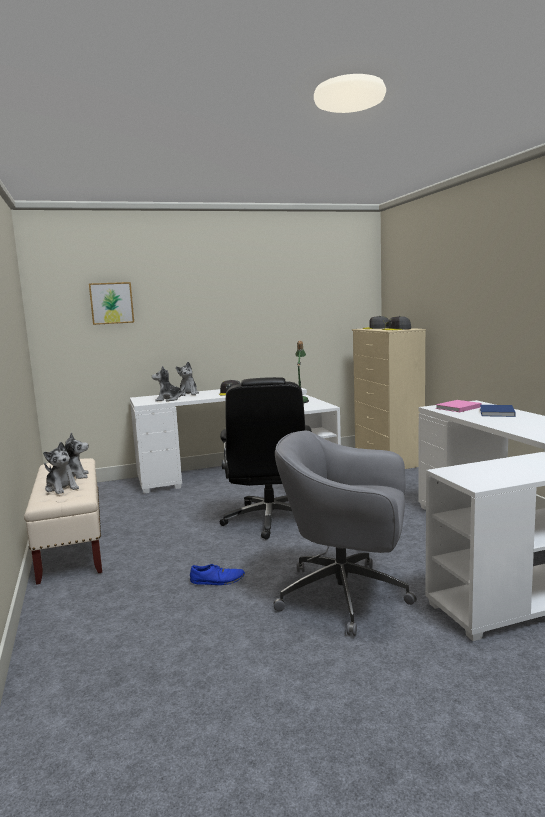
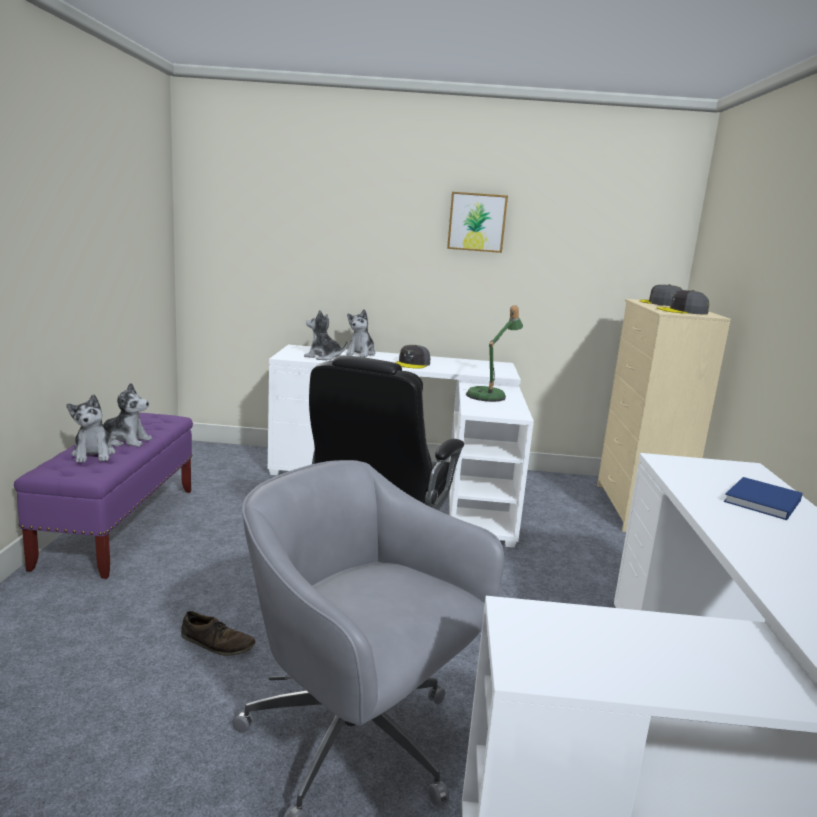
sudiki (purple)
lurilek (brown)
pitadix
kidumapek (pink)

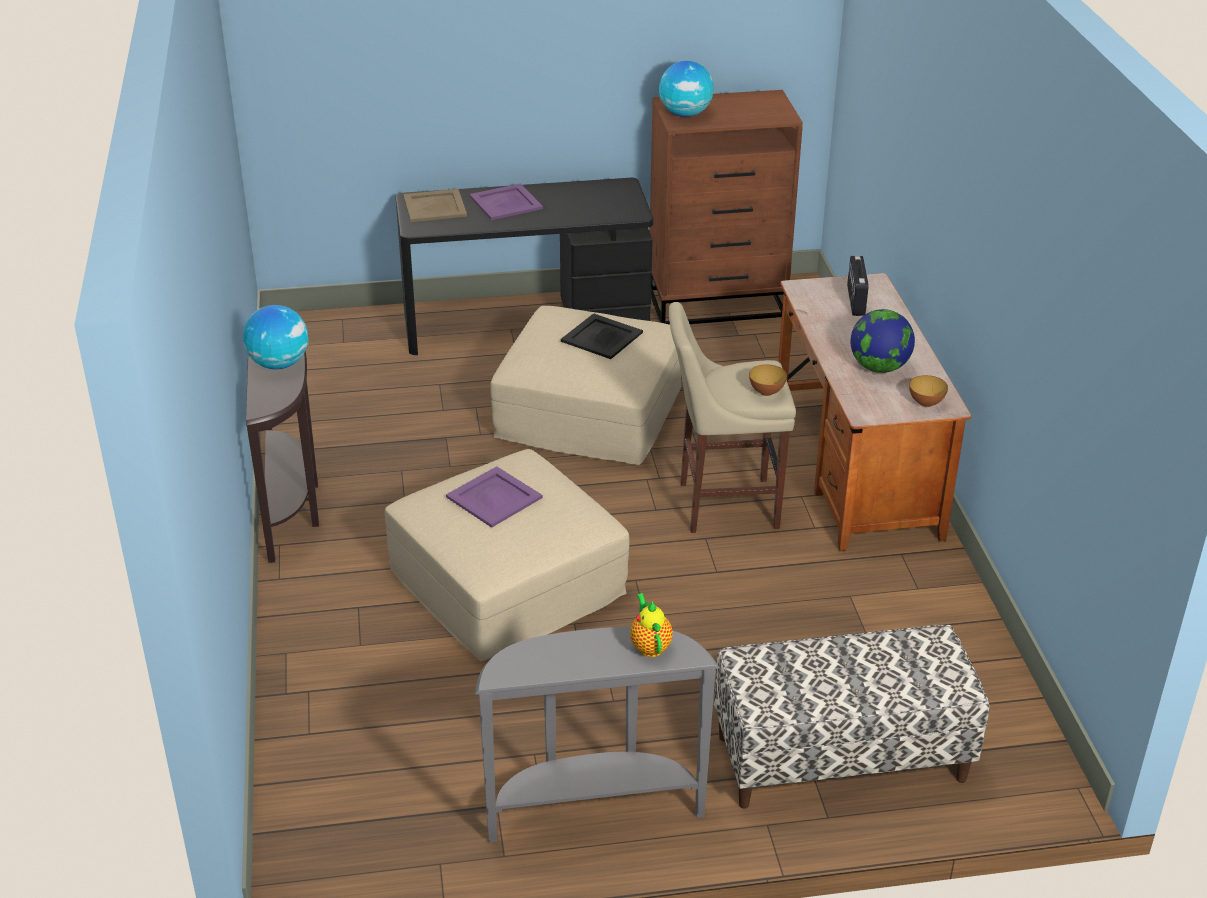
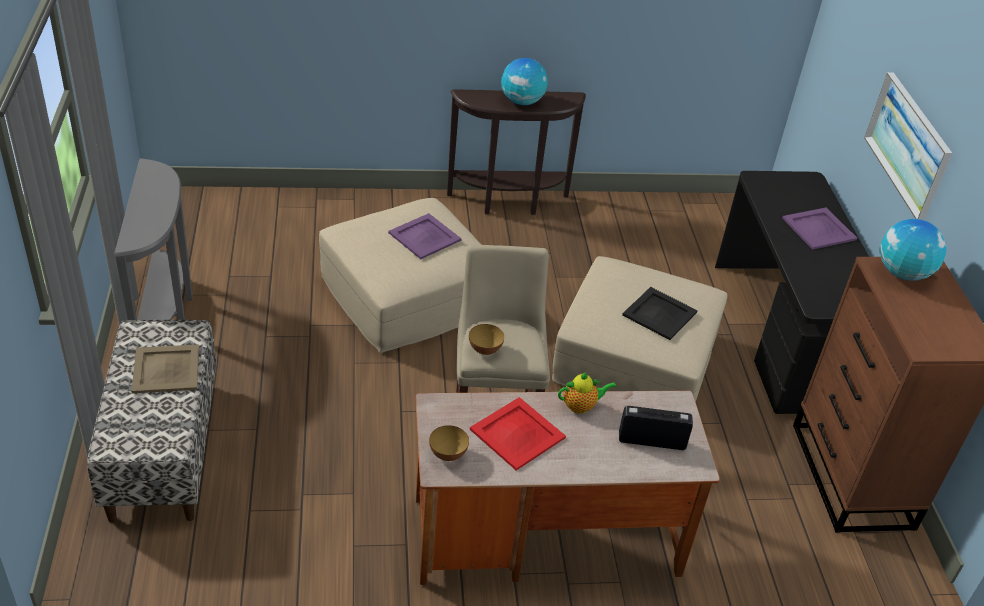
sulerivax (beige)
sulerivax (red)
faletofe
pitadix

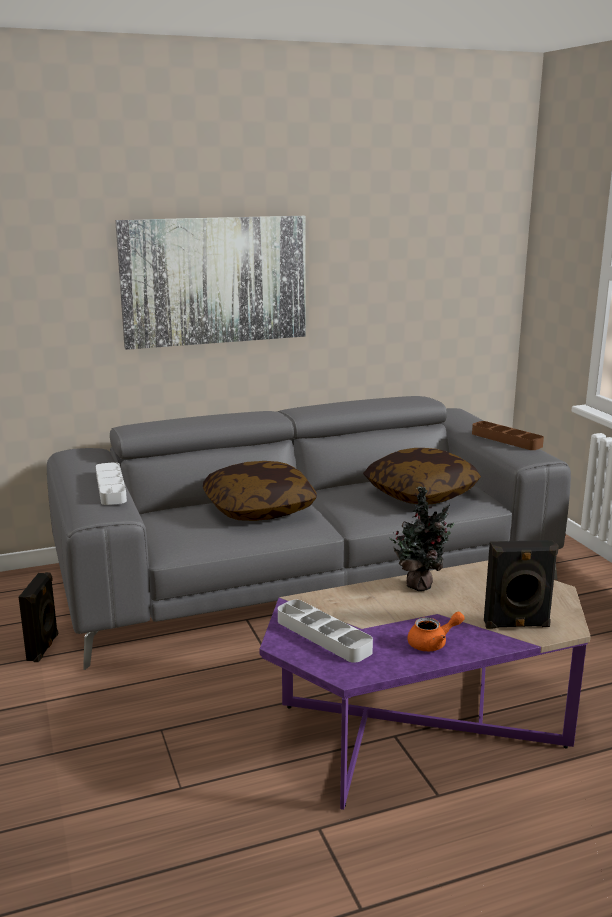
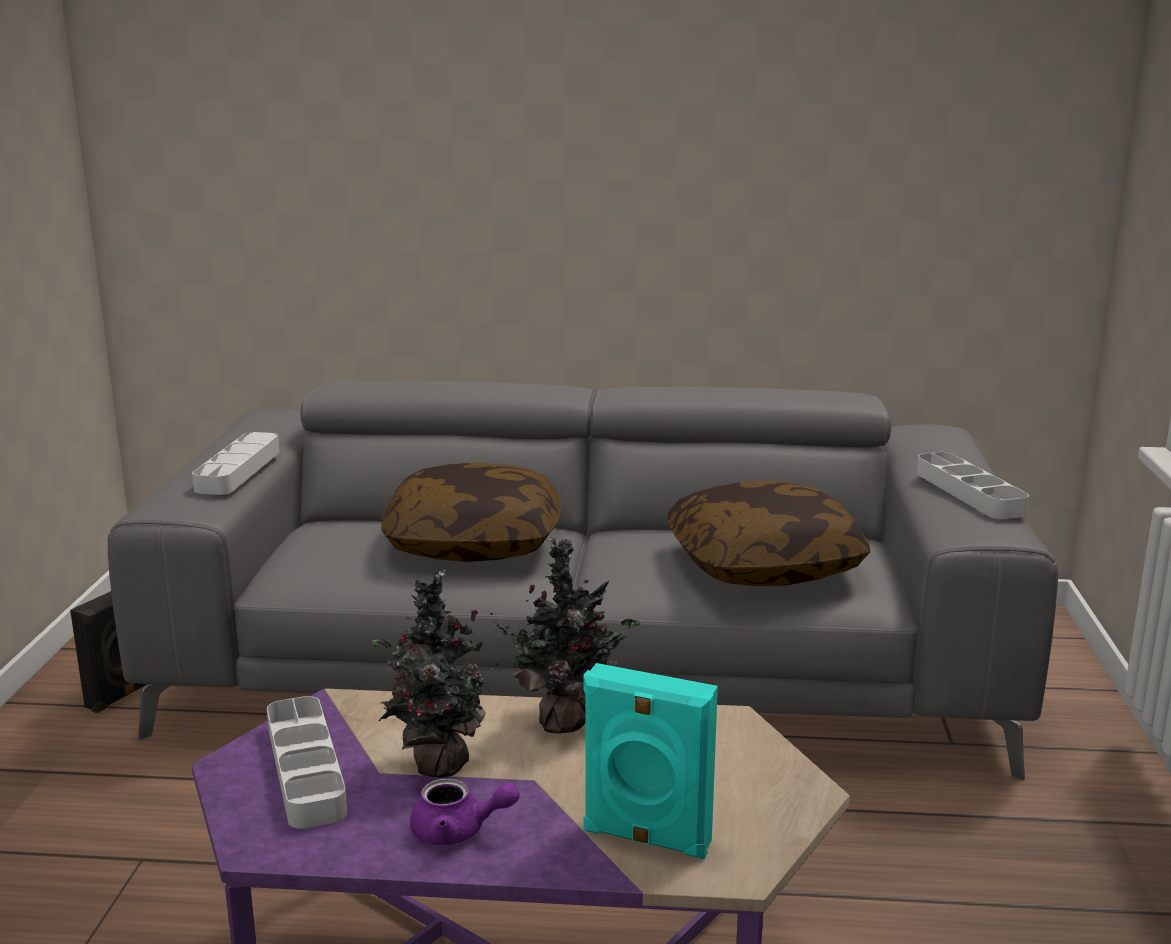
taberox (1st from left)
faletofe (purple)
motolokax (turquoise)
sulerivax (grey) (3rd from left)
pitadix

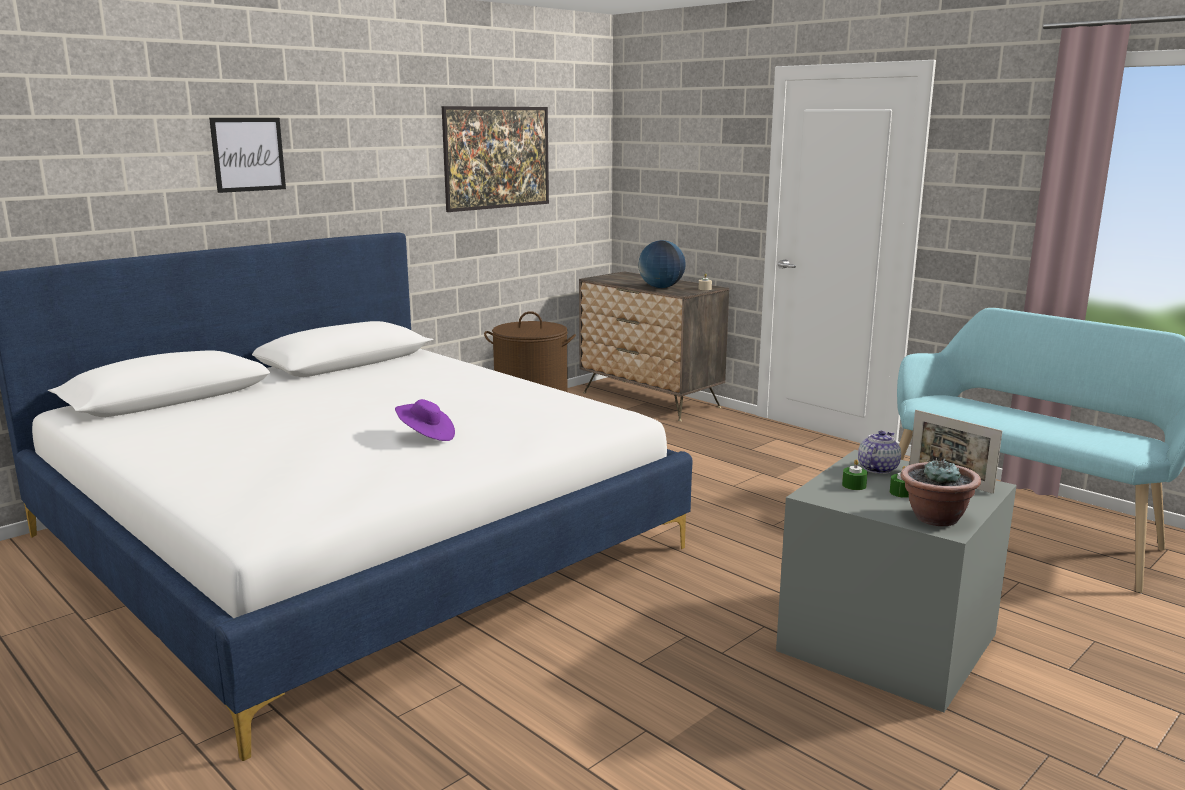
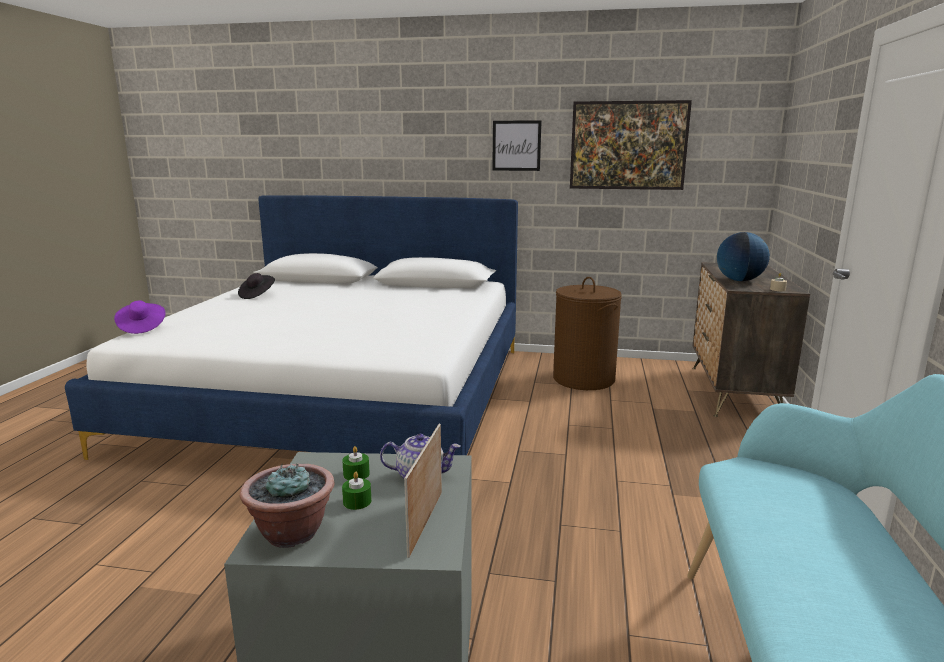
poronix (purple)
poronix (black)
pitadix (1st from left)

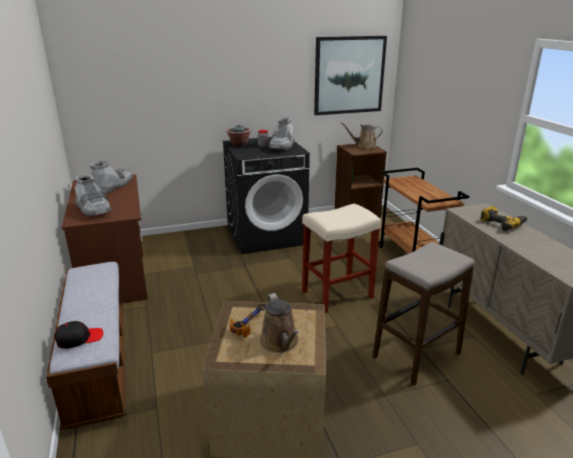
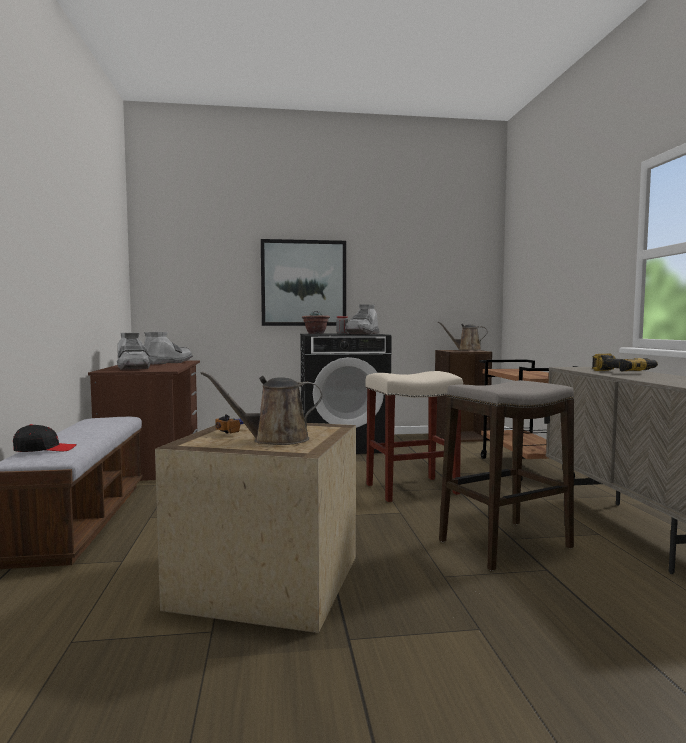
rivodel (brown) (1st from left)
pitadix

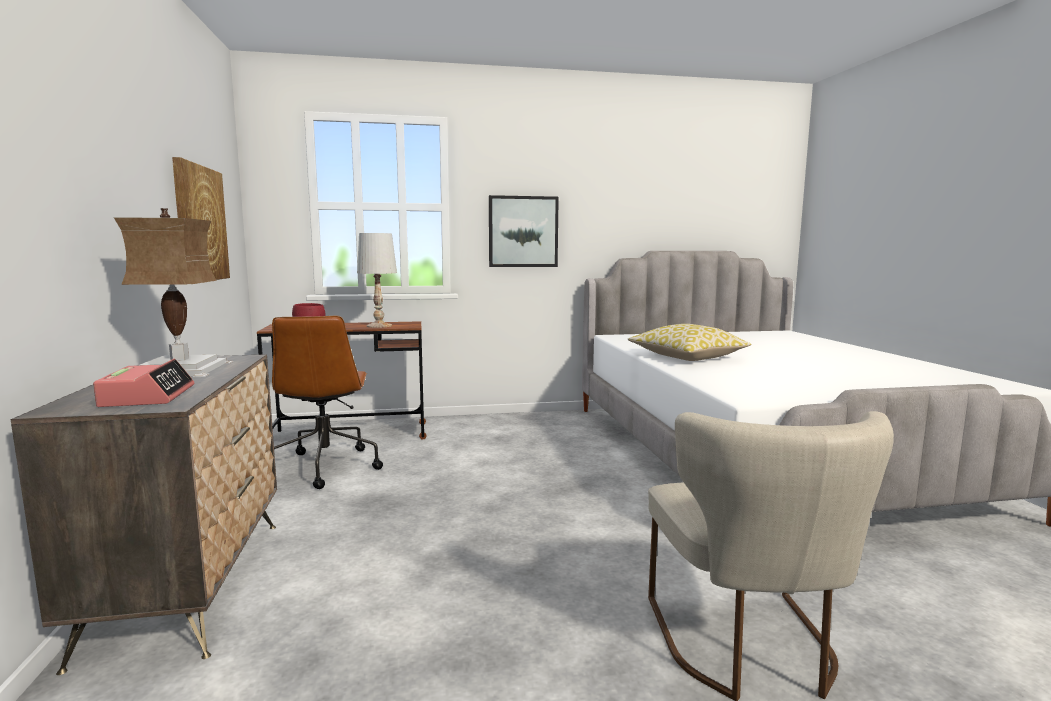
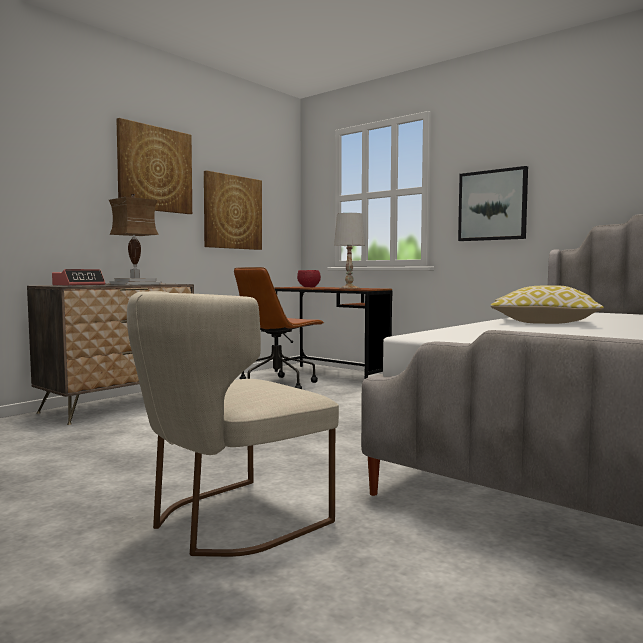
pitadix (1st from left)

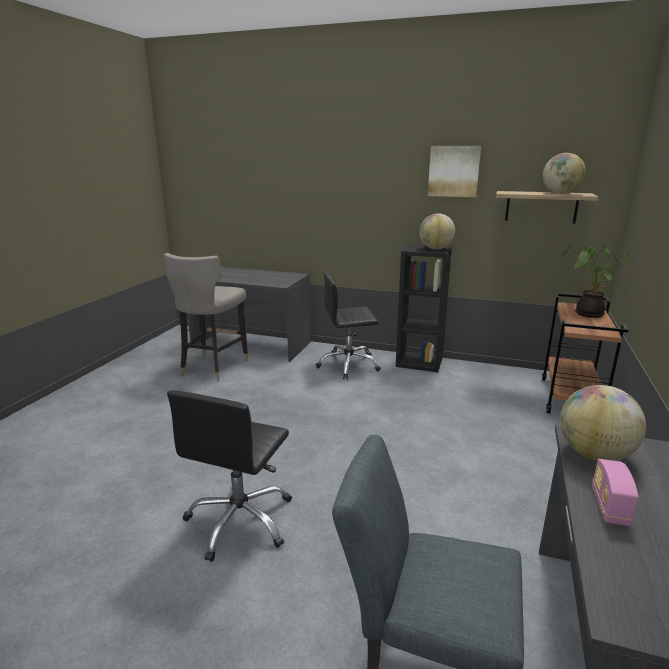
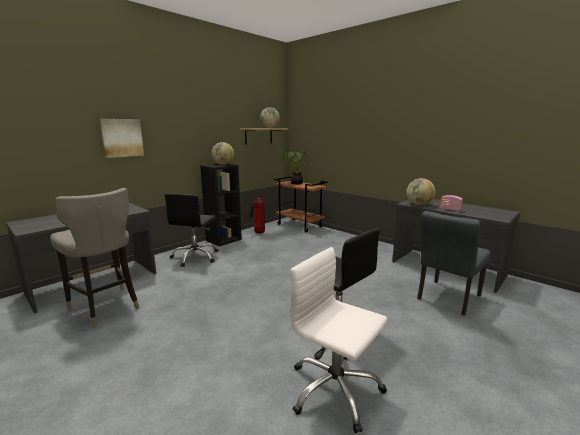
pitadix
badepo
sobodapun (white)

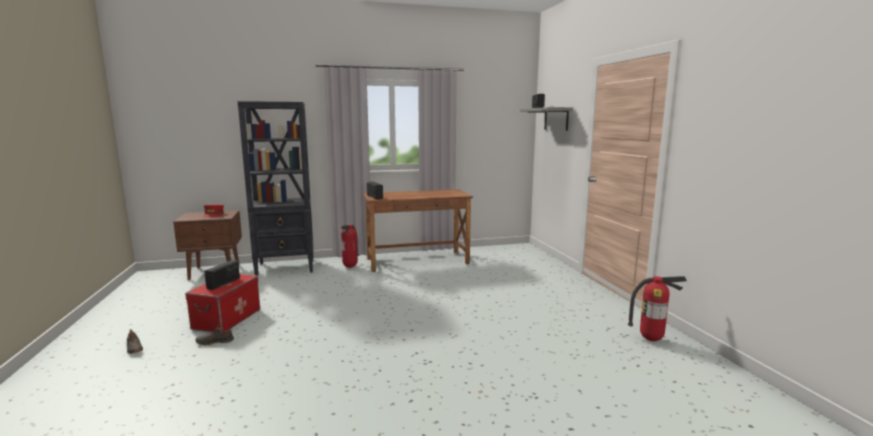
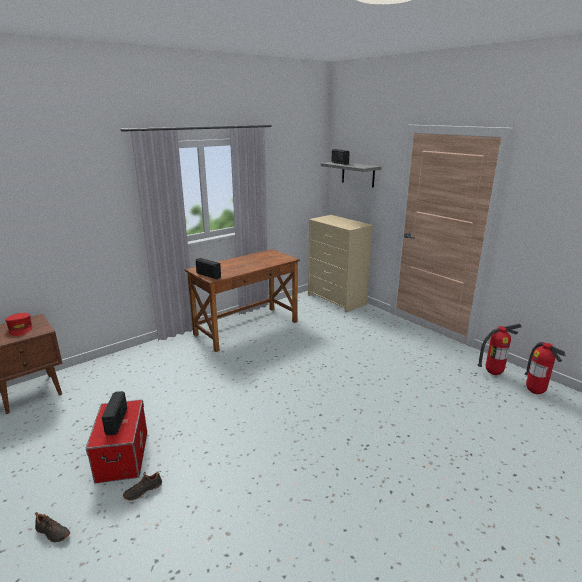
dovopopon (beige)
badepo (2nd from left)
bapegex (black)

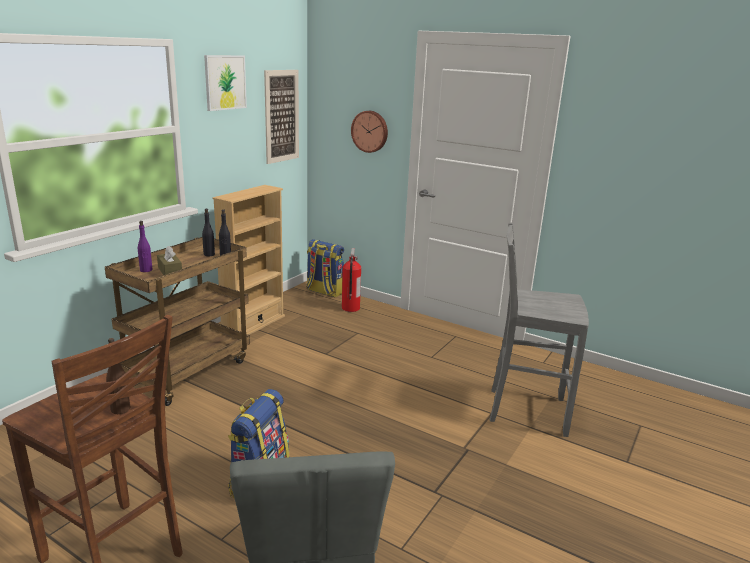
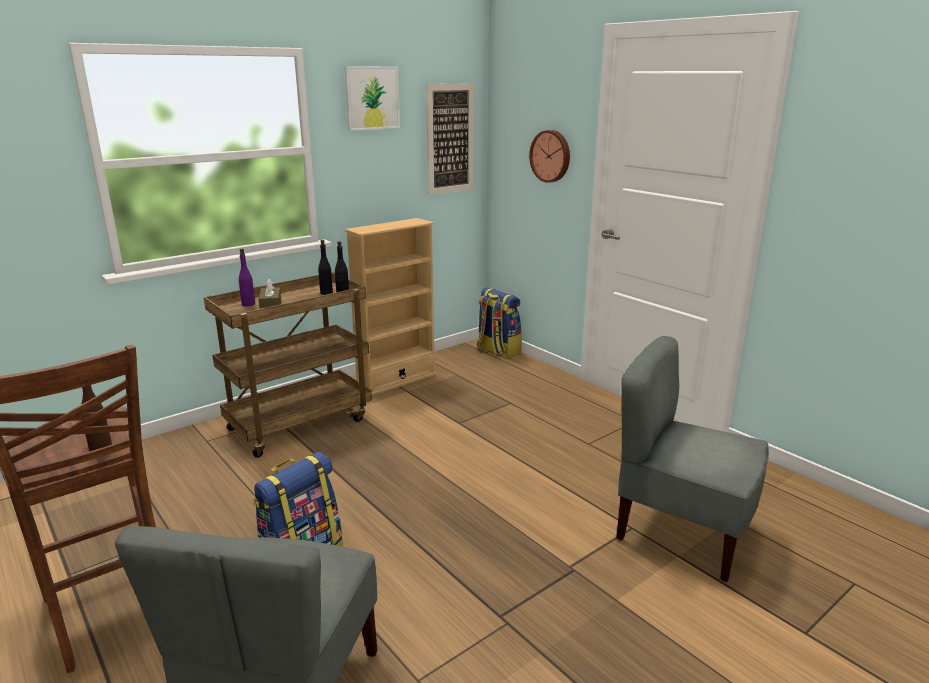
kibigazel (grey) (2nd from left)
badepo

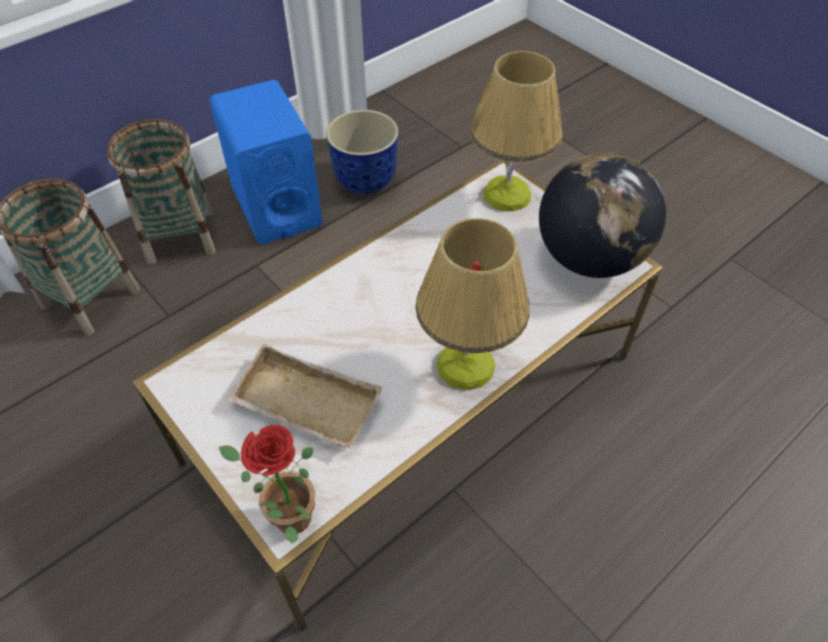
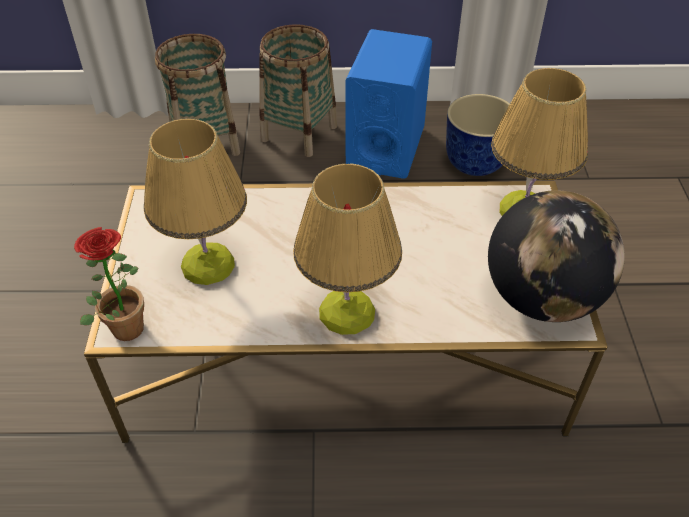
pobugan (1st from left)

